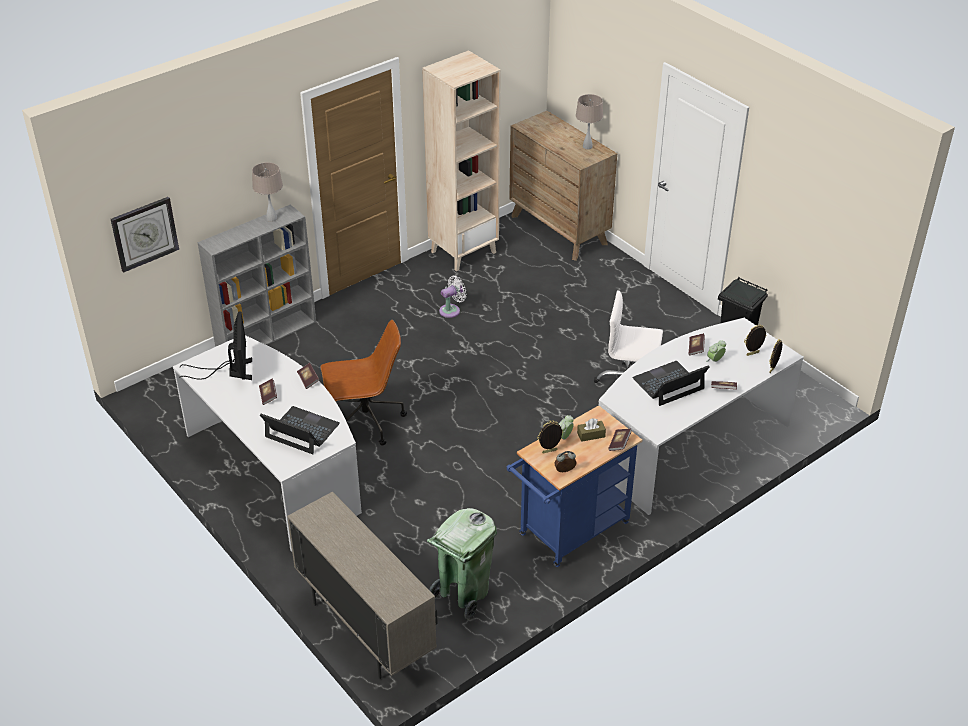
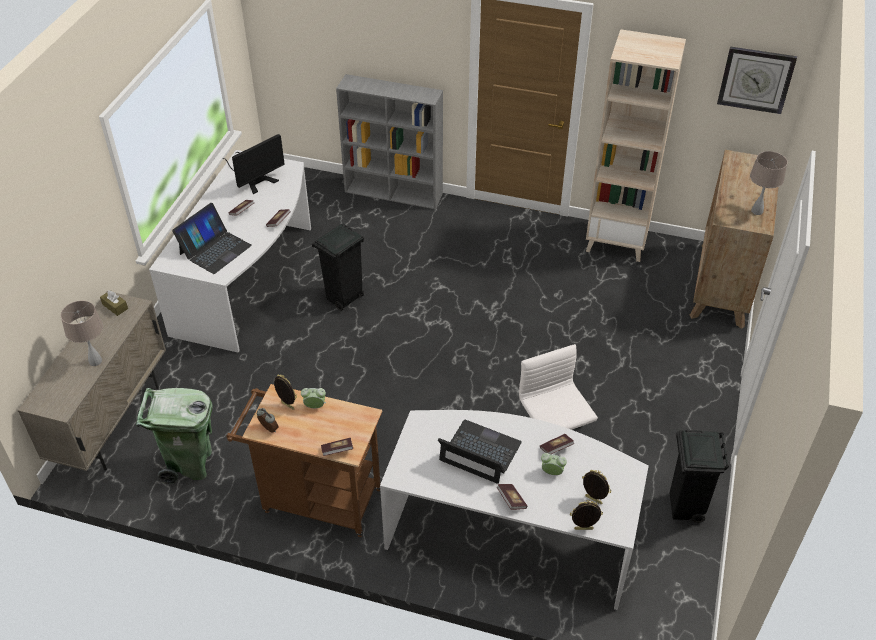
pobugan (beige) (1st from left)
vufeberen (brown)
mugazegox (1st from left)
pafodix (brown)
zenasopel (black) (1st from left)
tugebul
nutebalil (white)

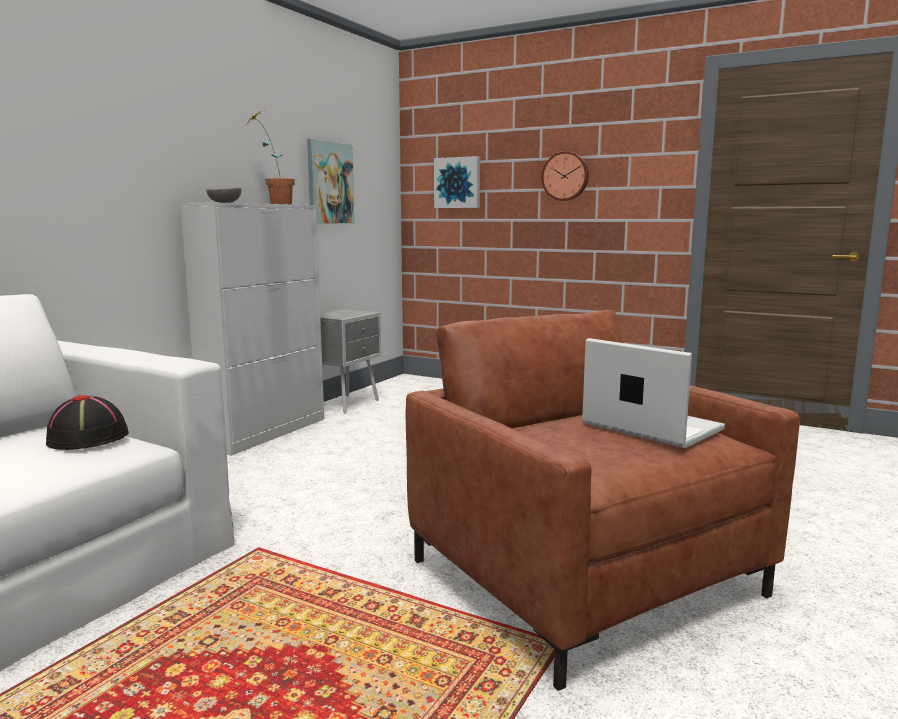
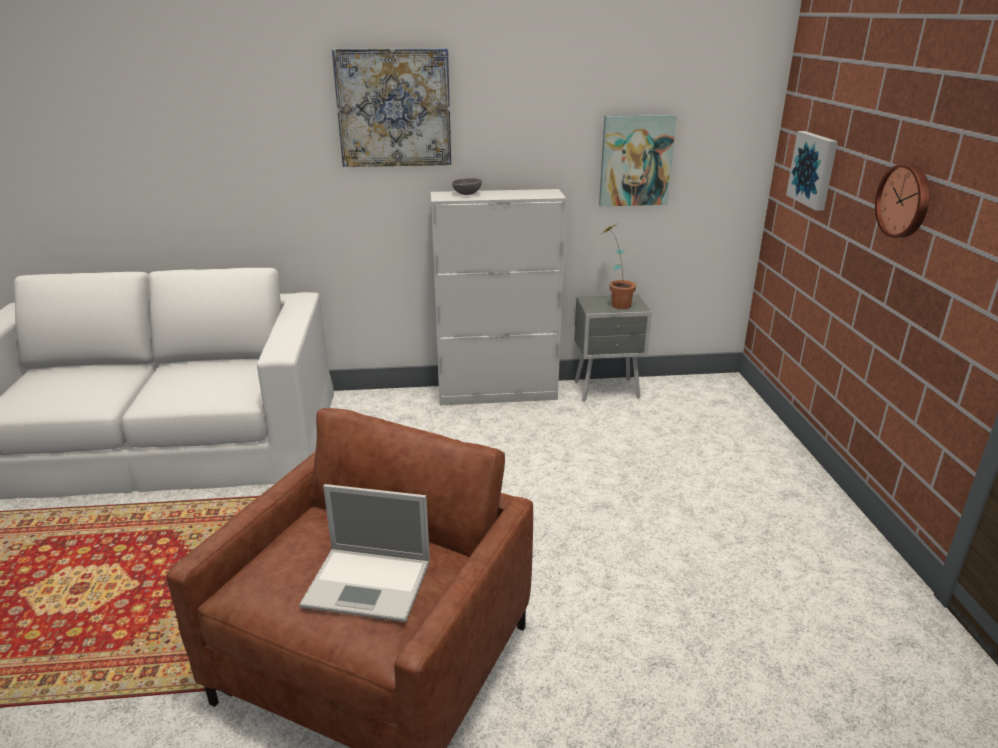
mugazegox
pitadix (1st from left)
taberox
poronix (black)

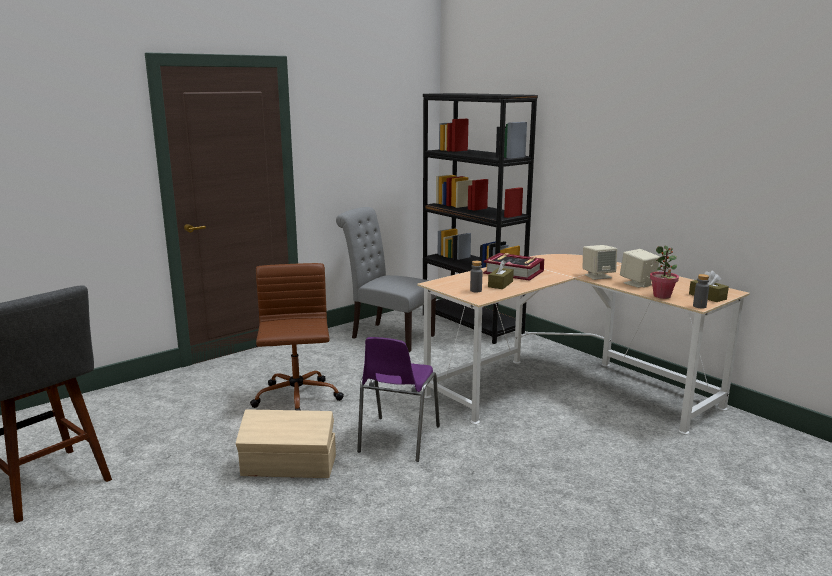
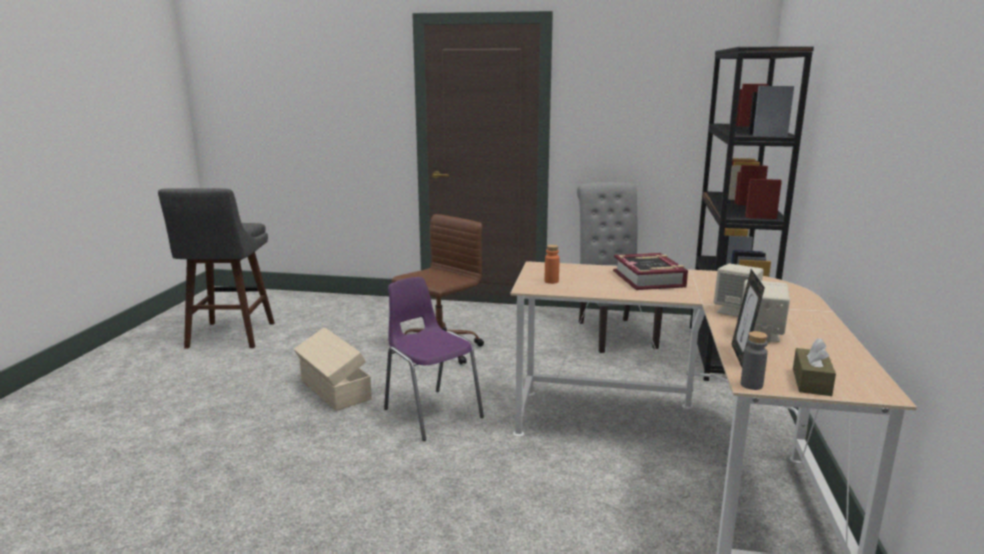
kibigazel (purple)
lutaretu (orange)
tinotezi
vufeberen (brown) (1st from left in the first image)

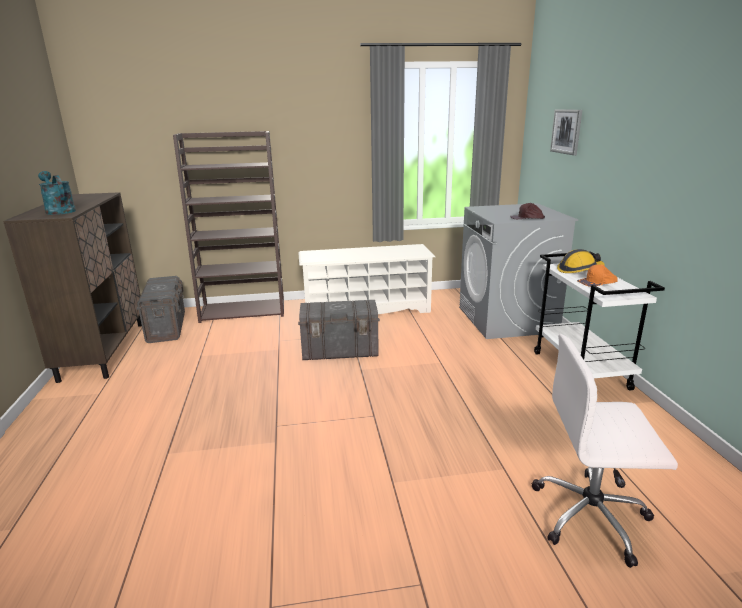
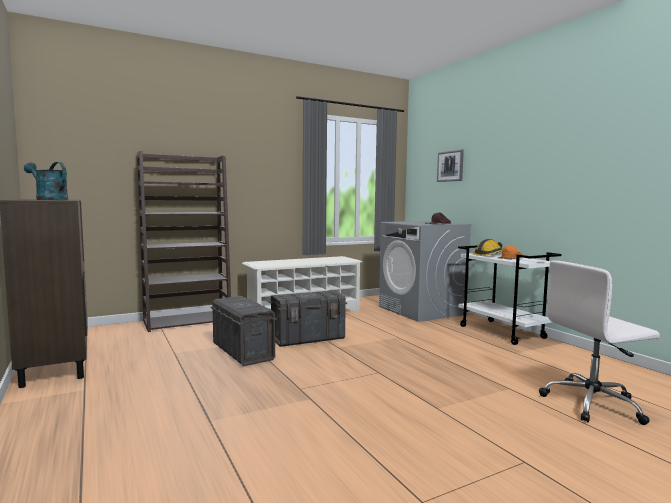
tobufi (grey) (1st from left)

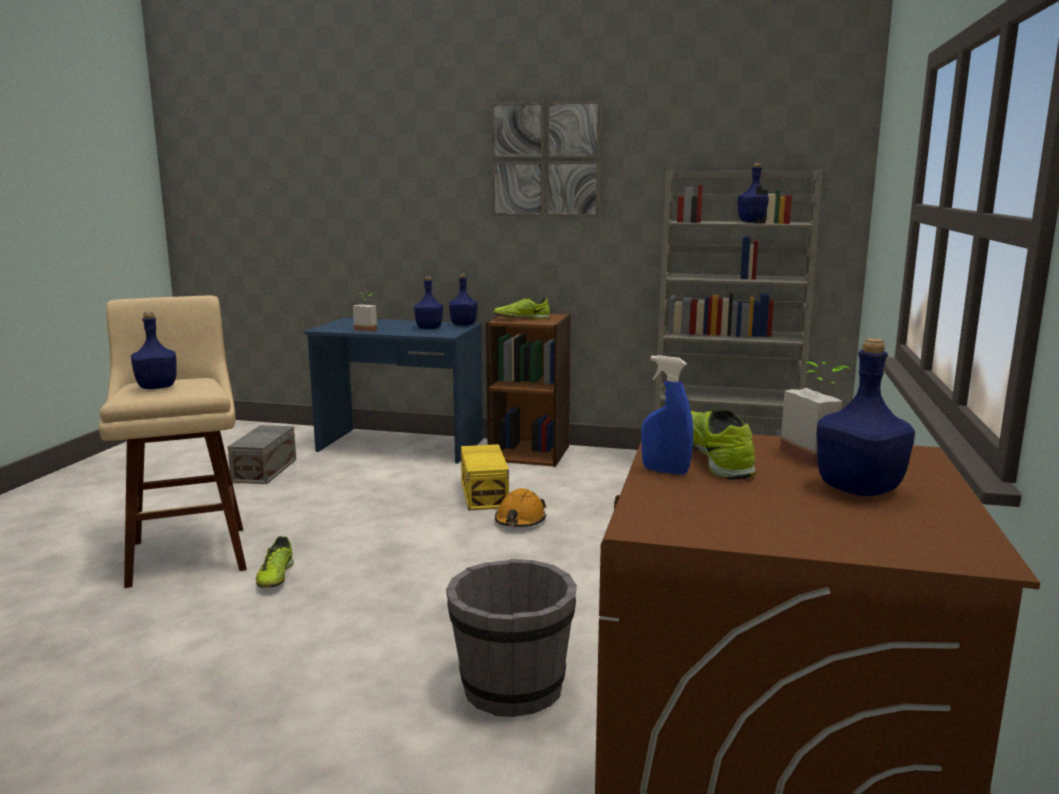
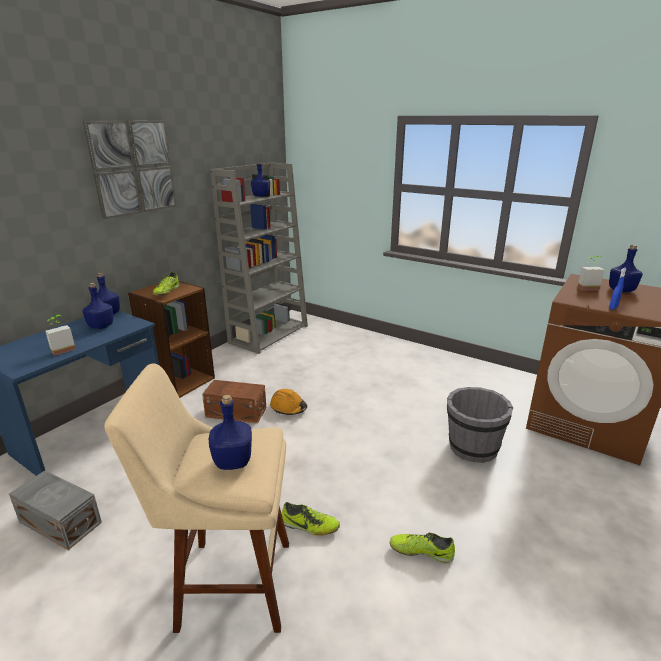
tobufi (brown)
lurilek (3rd from left)

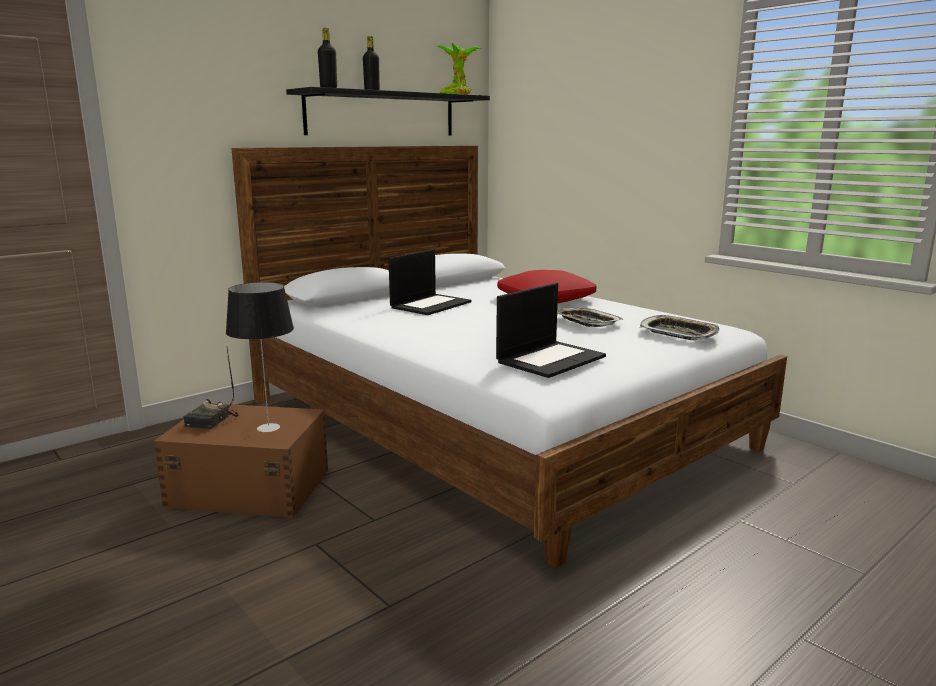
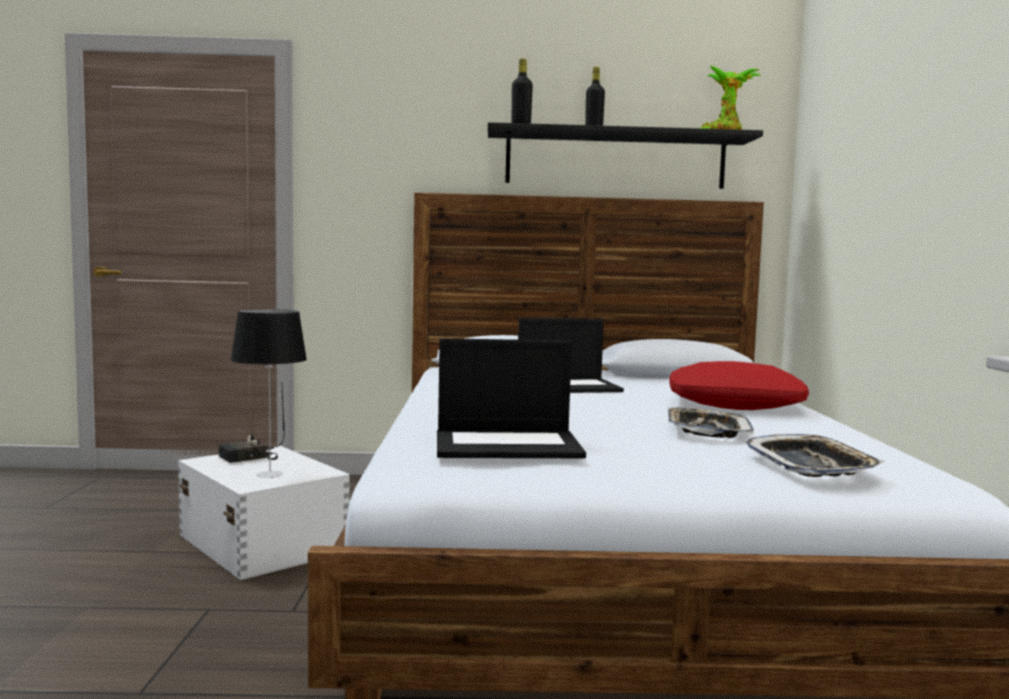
tobufi (white)

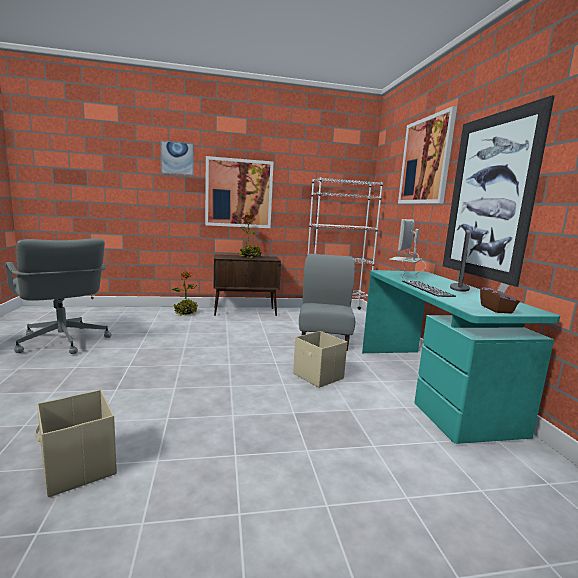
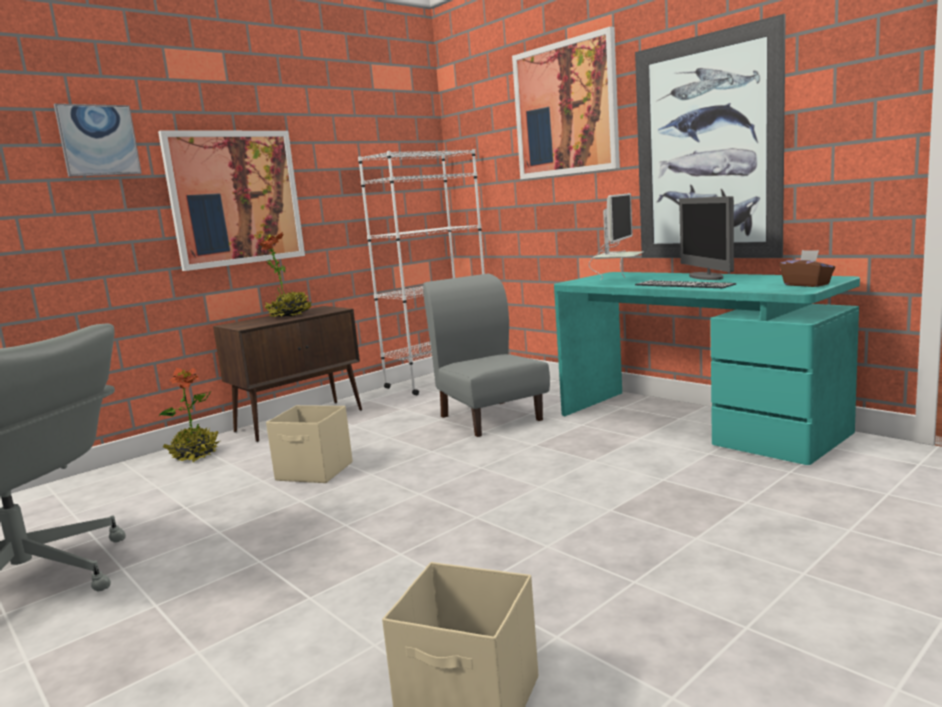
tobufi (beige) (1st from left)
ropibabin (1st from left)

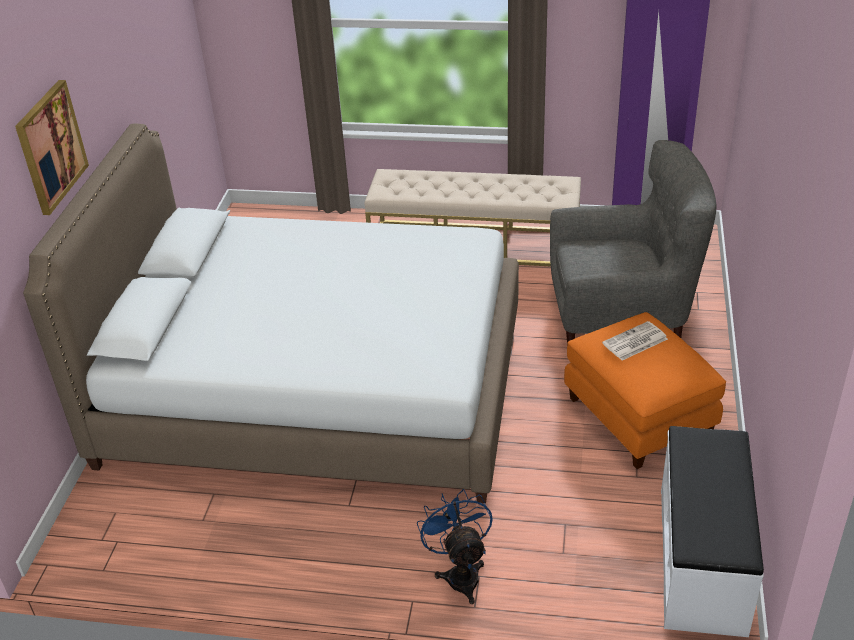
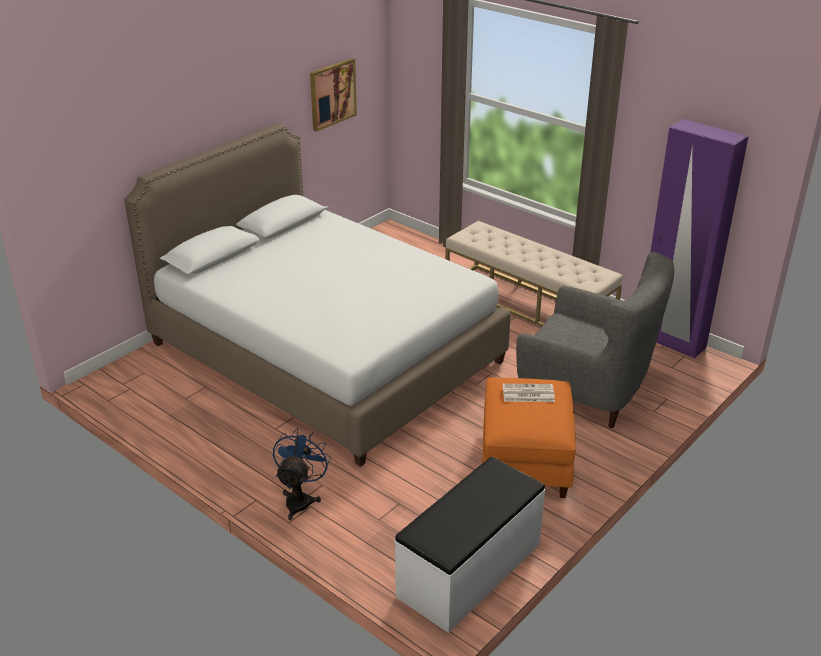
pitadix

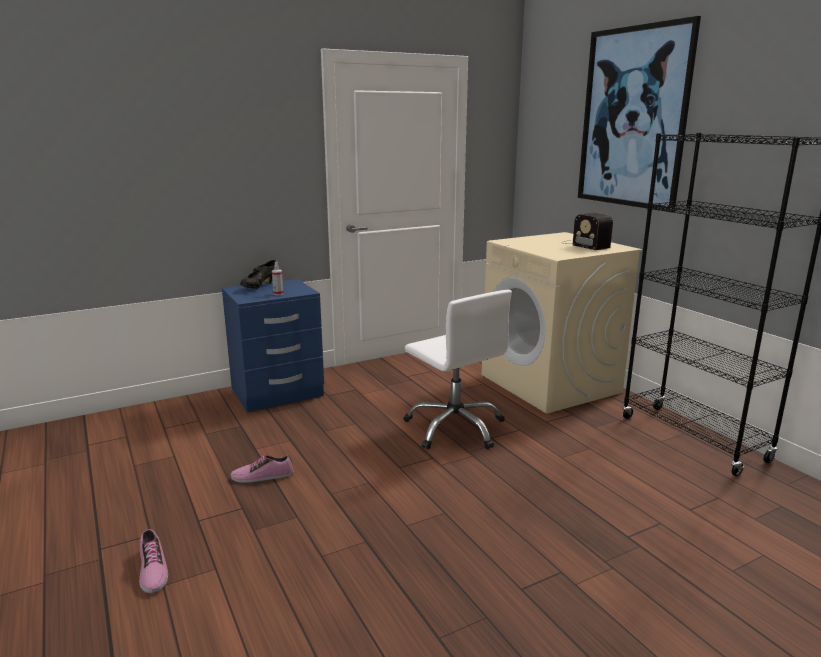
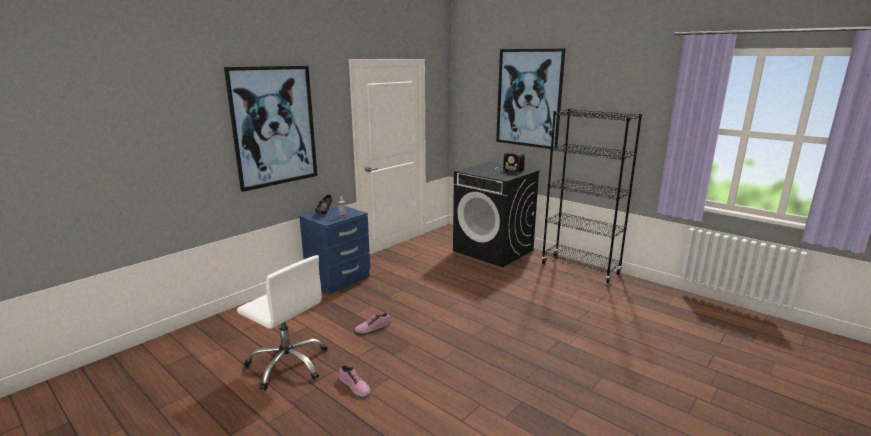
pitadix (1st from left)
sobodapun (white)
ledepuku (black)

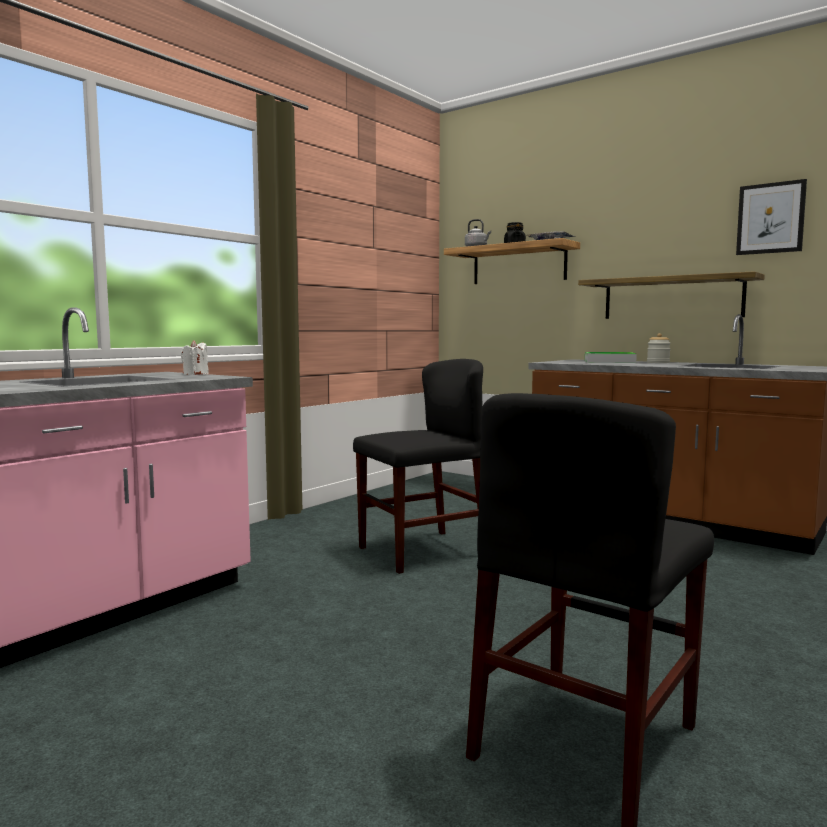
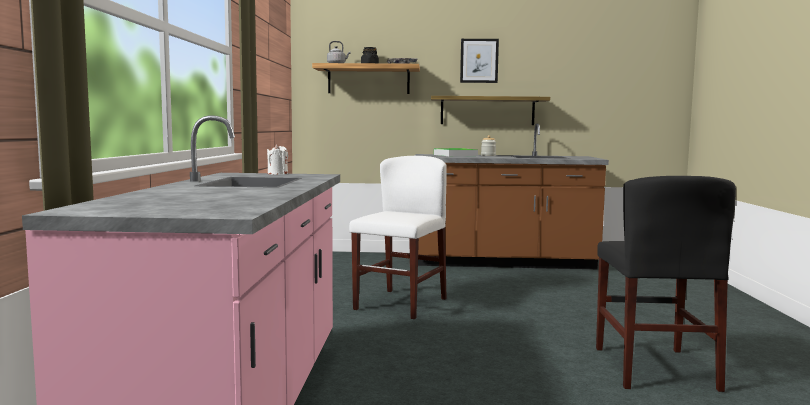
kibigazel (white)
pitadix

